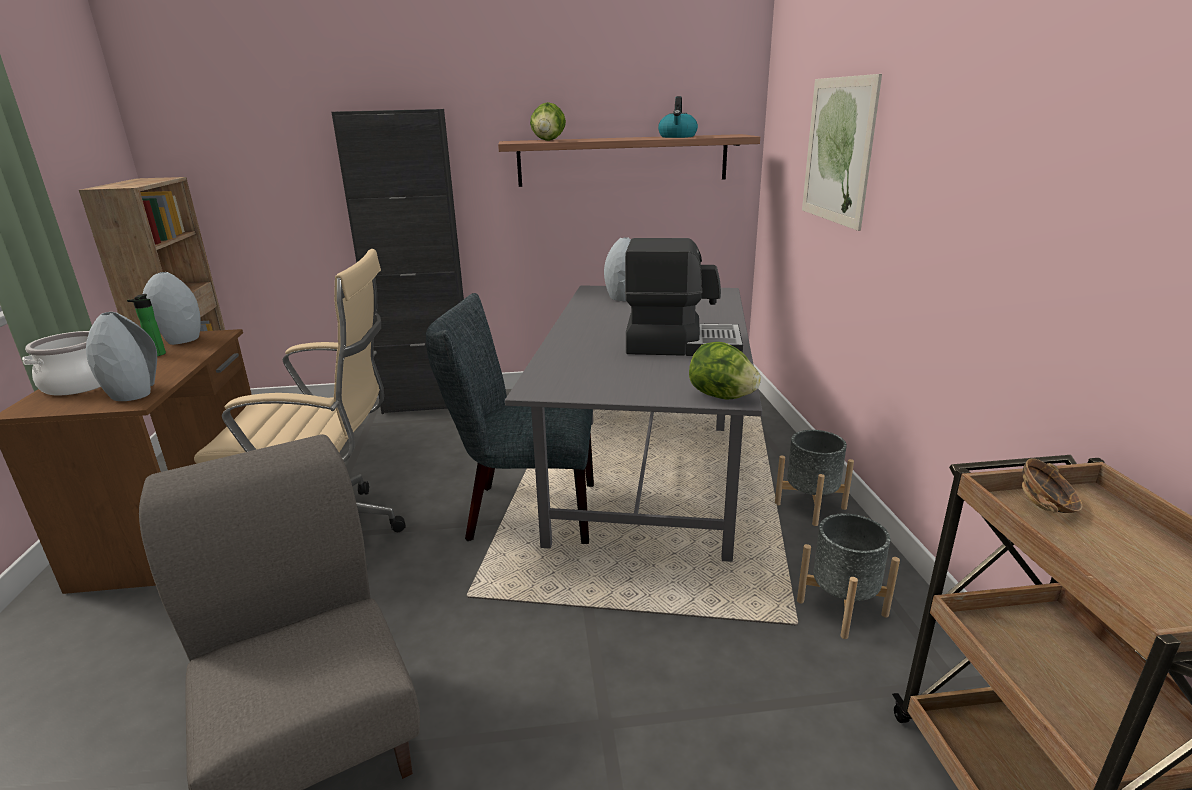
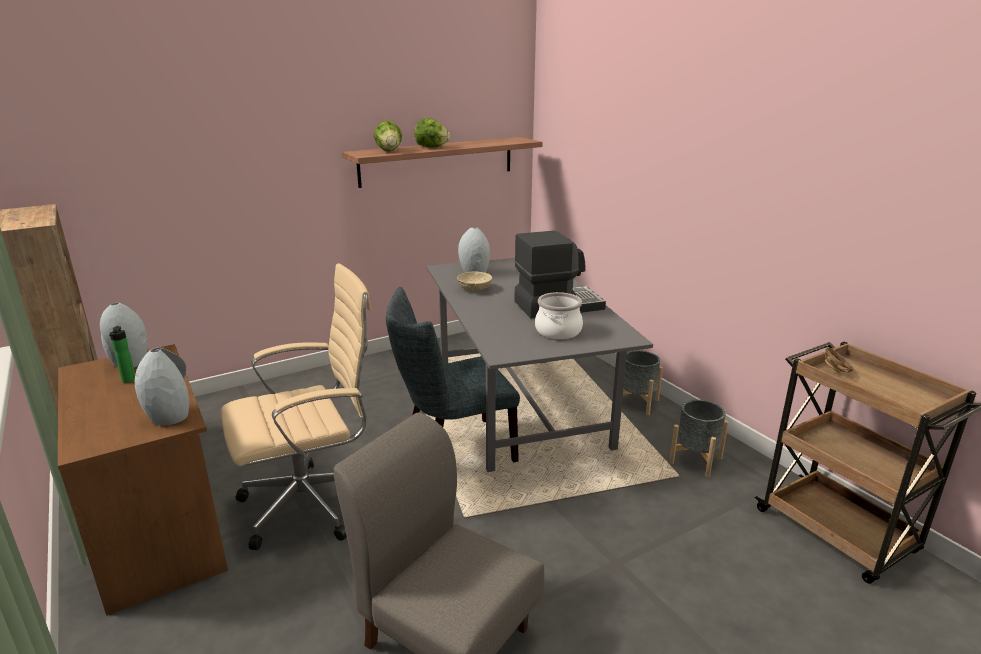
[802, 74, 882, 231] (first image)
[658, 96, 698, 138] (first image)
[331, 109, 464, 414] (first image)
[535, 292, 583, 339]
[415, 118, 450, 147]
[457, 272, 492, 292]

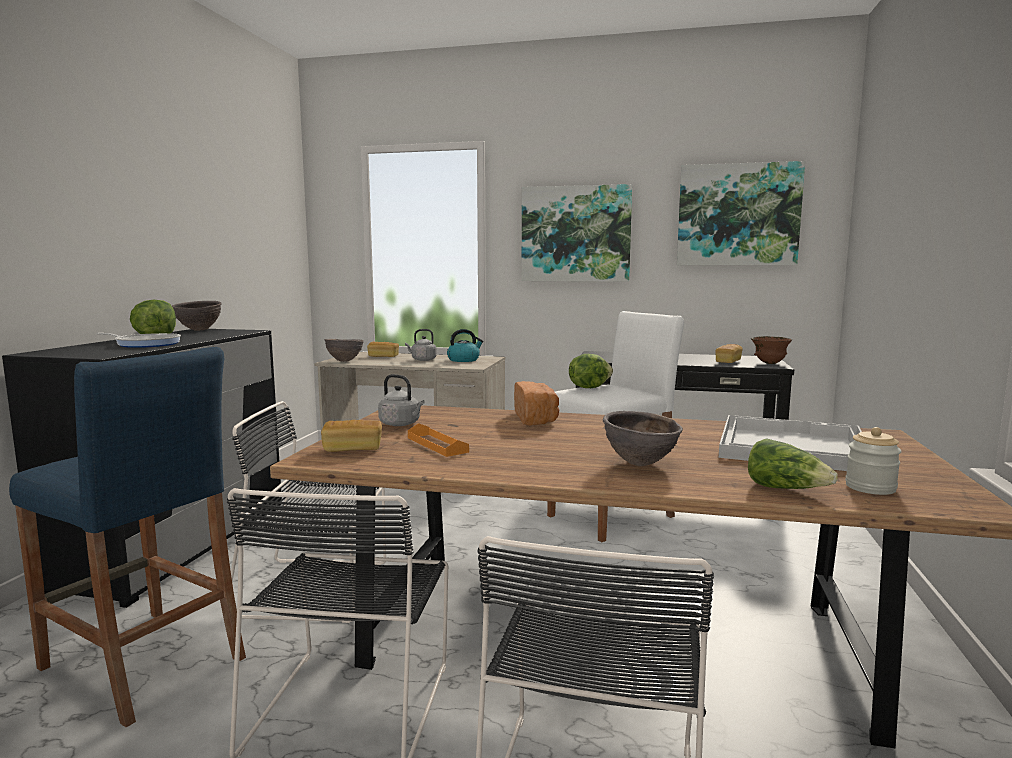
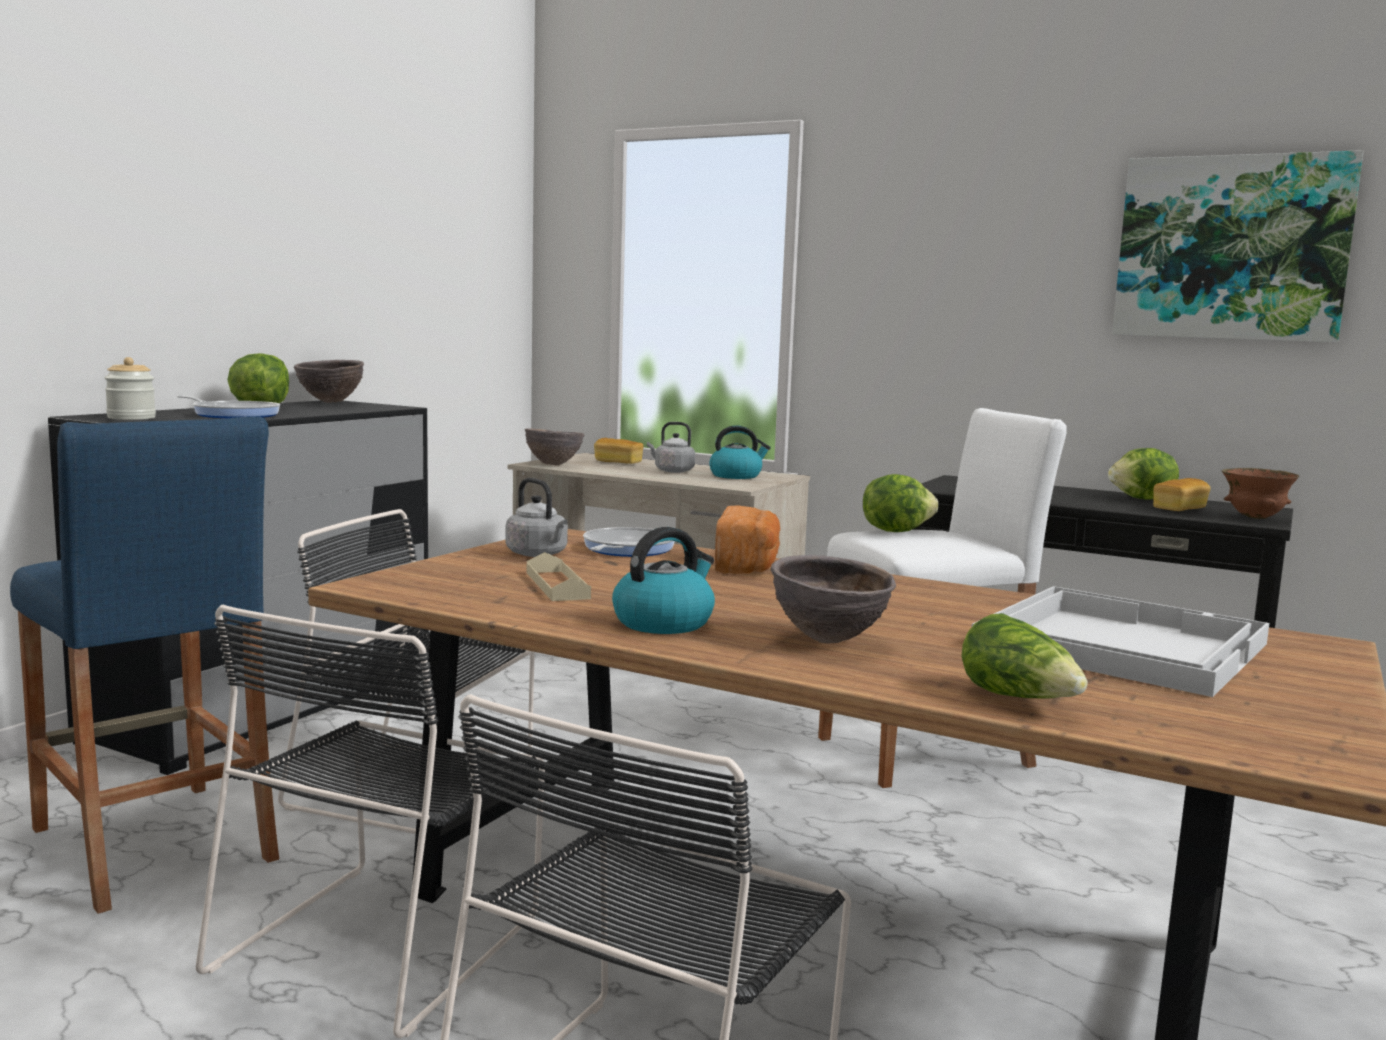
[521, 184, 632, 282] (first image)
[321, 420, 382, 452] (first image)
[527, 552, 591, 601]
[104, 357, 156, 420]
[1108, 448, 1179, 500]
[583, 527, 674, 557]
[612, 527, 715, 634]

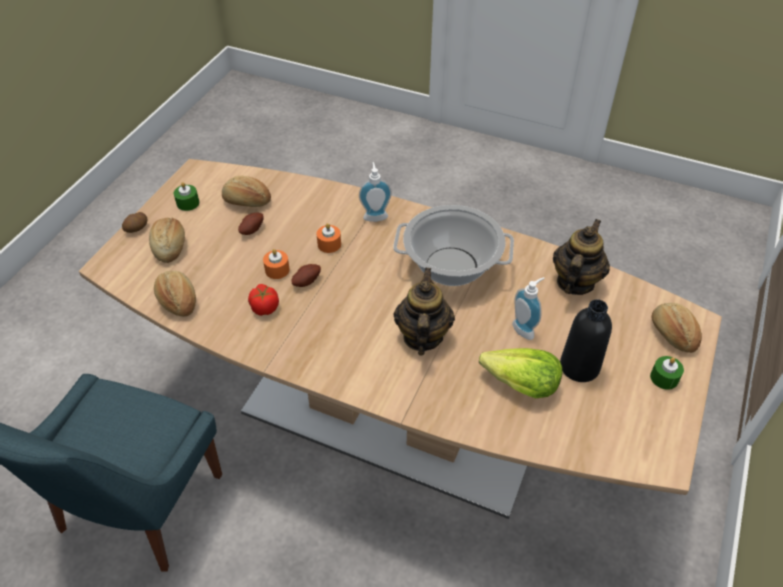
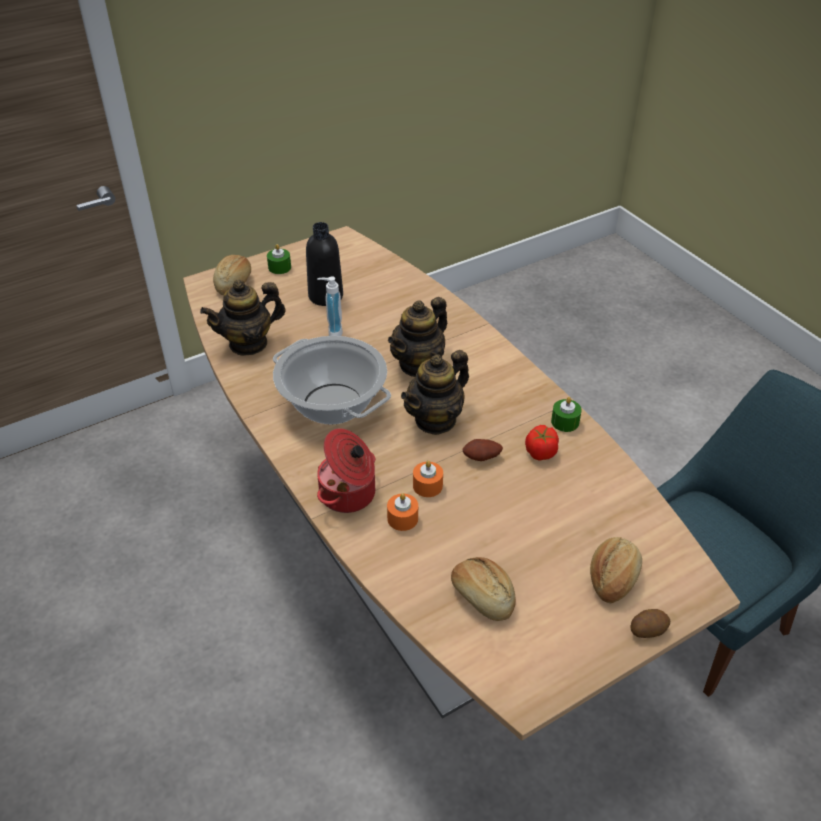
[317, 428, 375, 513]
[551, 397, 582, 432]
[238, 213, 264, 235] (first image)
[387, 493, 418, 531]
[154, 271, 196, 316] (first image)
[479, 348, 563, 398] (first image)
[401, 350, 469, 435]

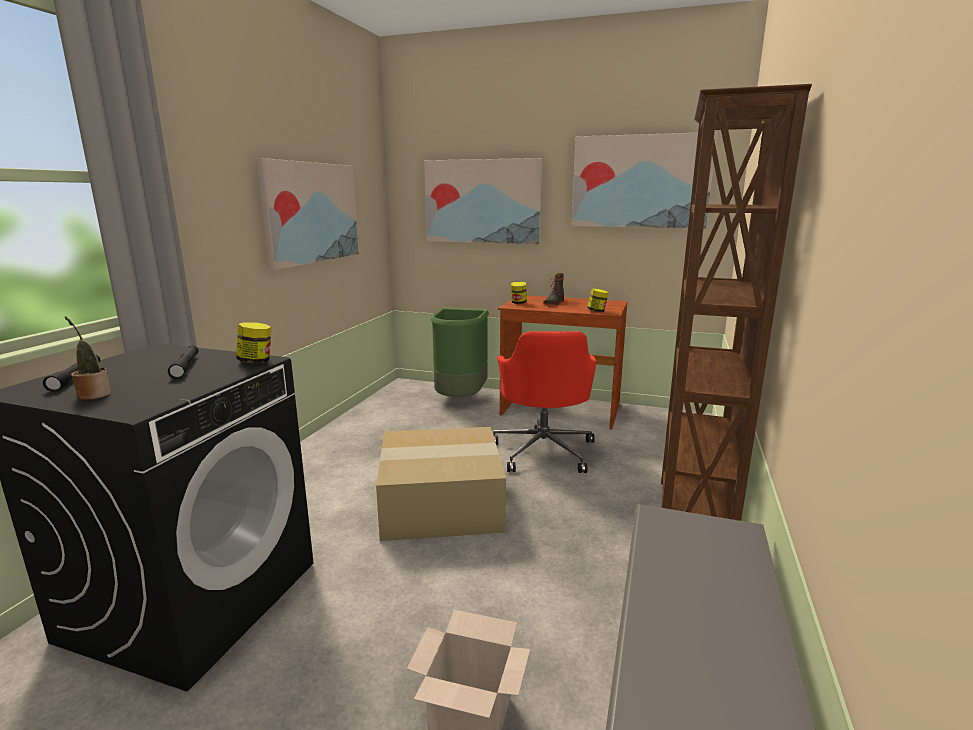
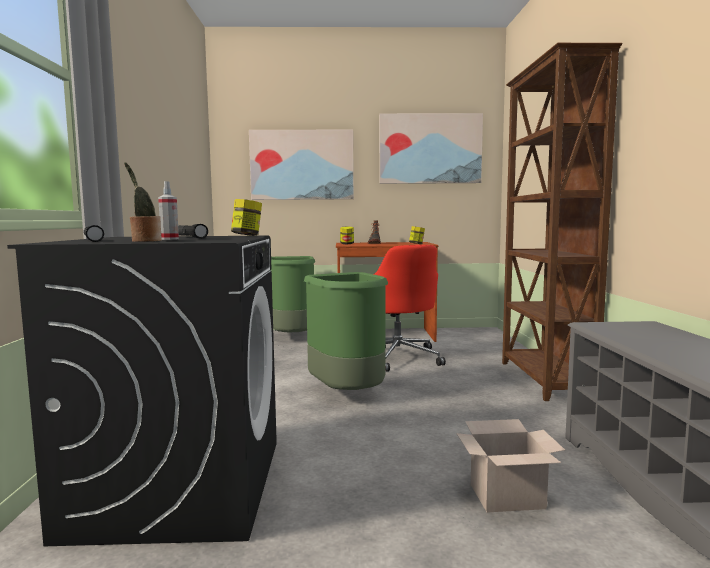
[256, 158, 359, 270] (first image)
[304, 272, 388, 390]
[158, 181, 179, 240]

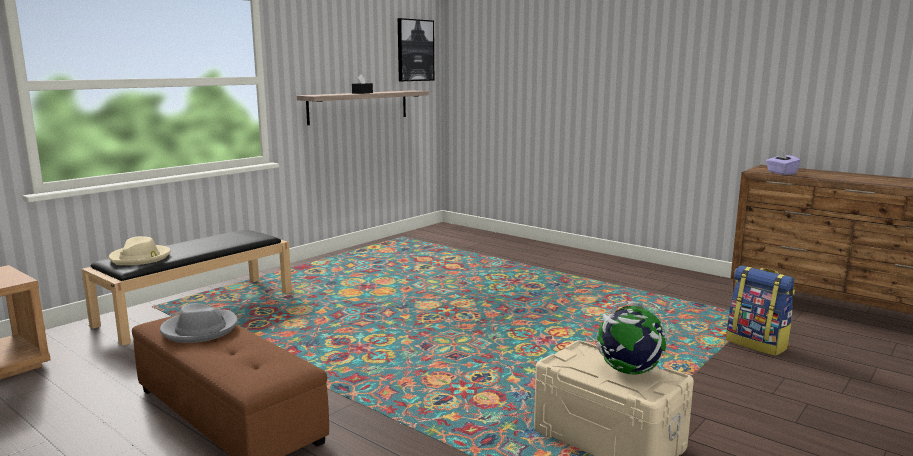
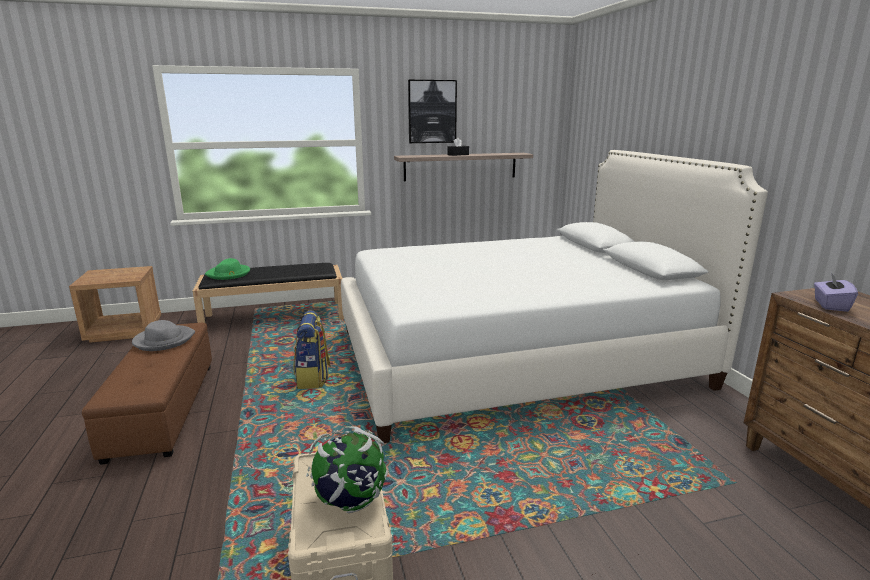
[408, 80, 457, 143]
[205, 258, 250, 280]
[293, 311, 331, 389]
[341, 150, 768, 443]

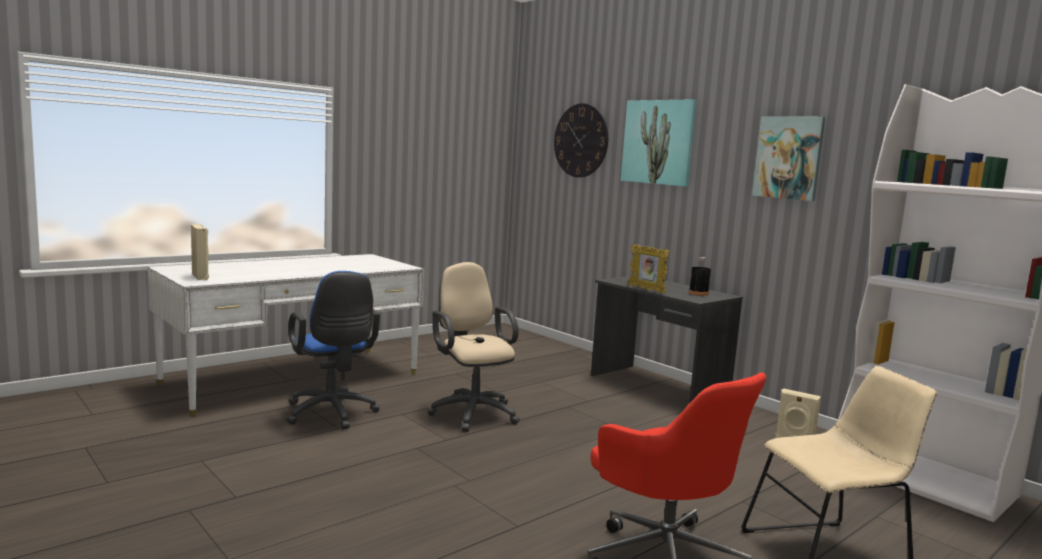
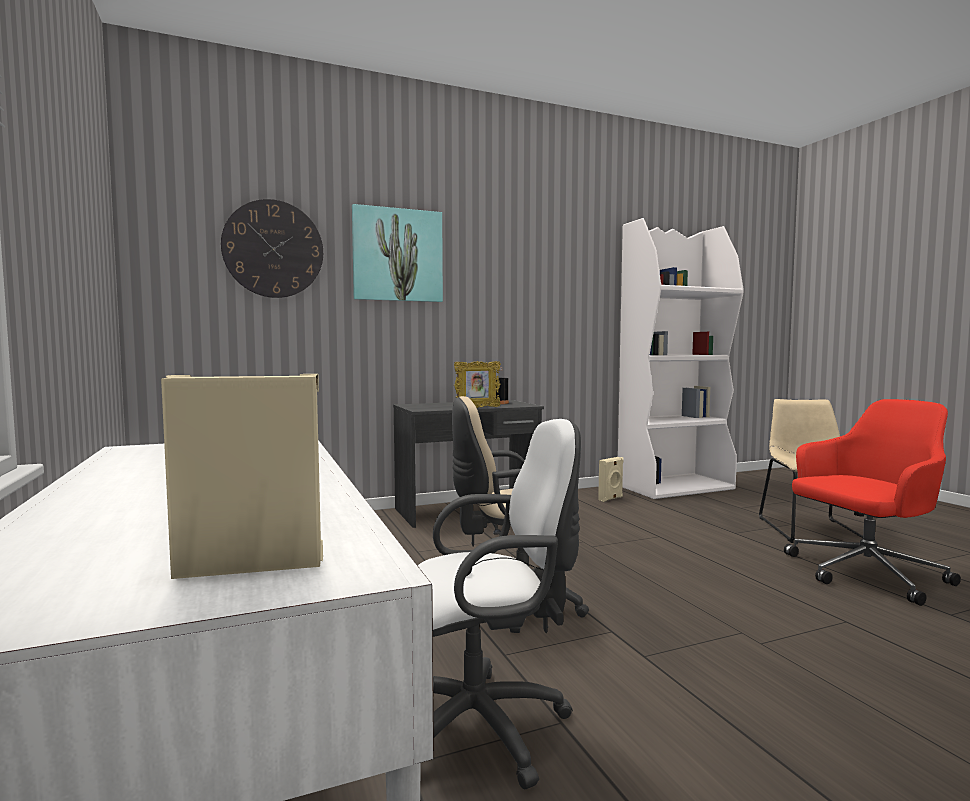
[752, 116, 826, 201] (first image)
[418, 419, 581, 790]

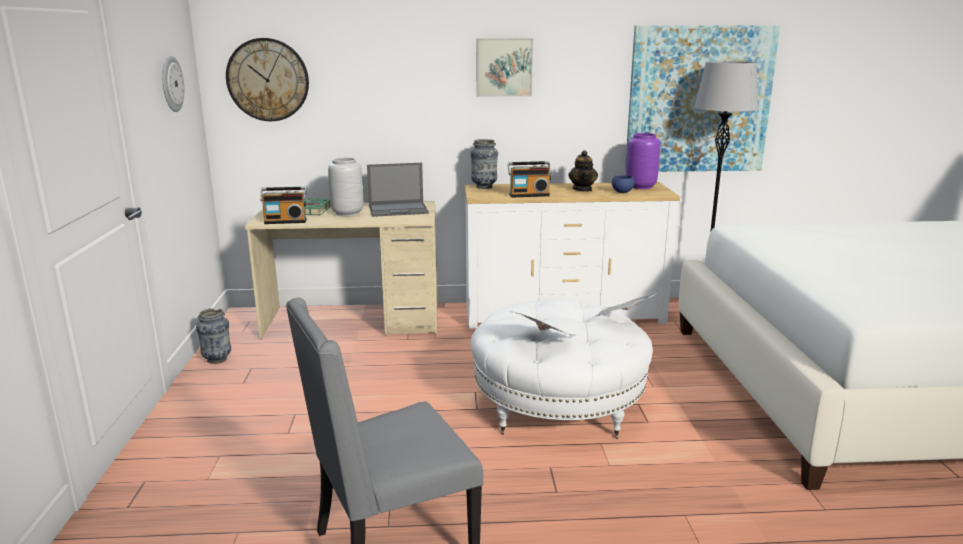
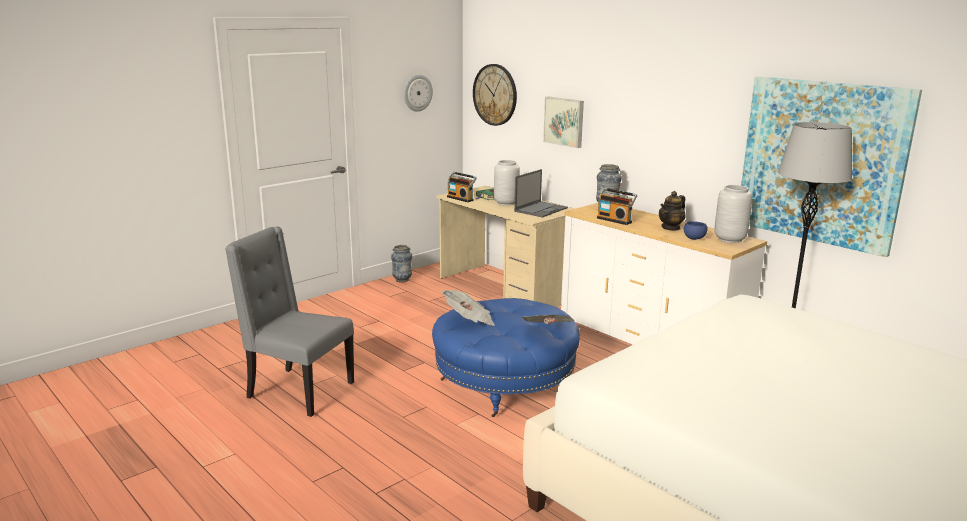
[543, 97, 584, 148]
[714, 185, 752, 243]
[514, 169, 568, 218]
[432, 298, 580, 417]

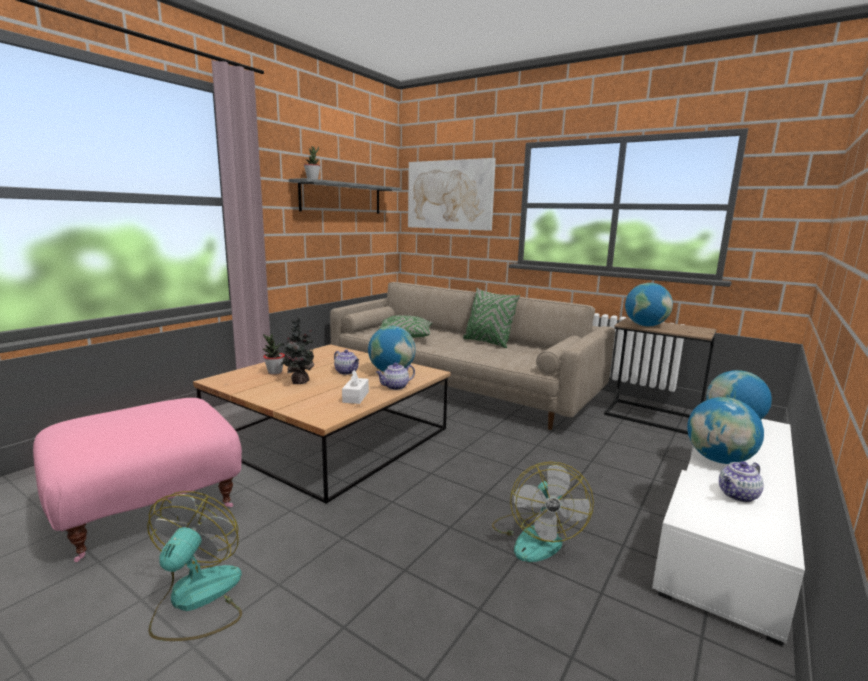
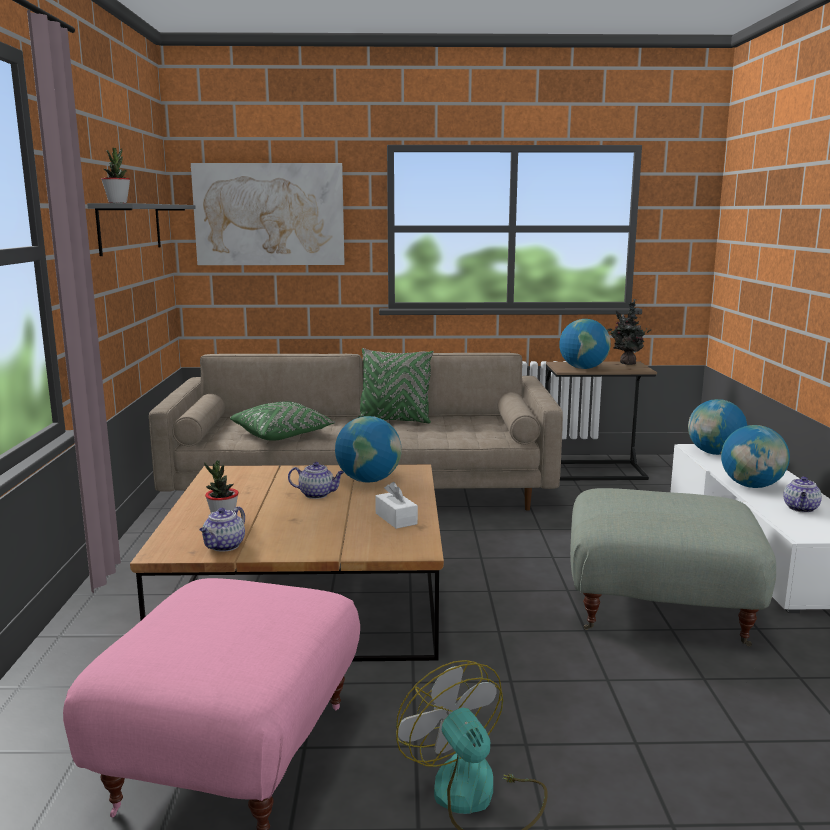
[607, 299, 652, 365]
[199, 506, 245, 552]
[570, 488, 776, 646]

